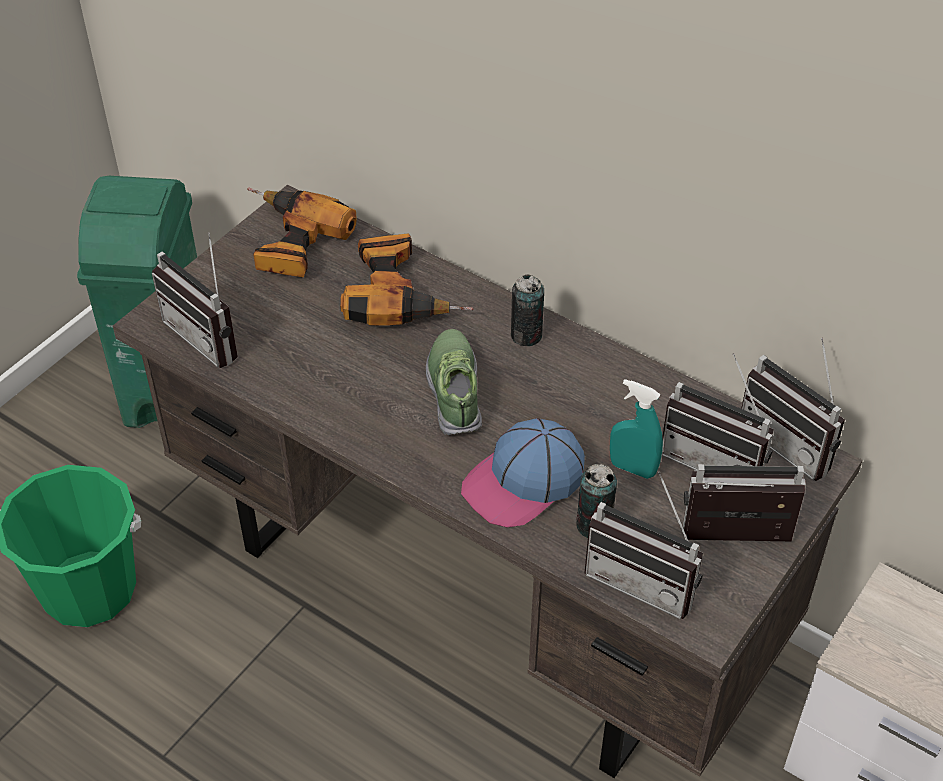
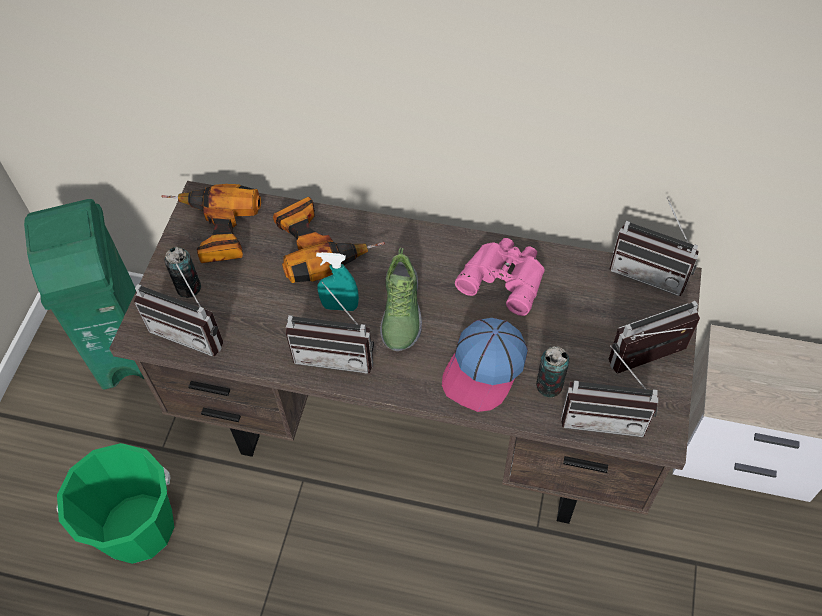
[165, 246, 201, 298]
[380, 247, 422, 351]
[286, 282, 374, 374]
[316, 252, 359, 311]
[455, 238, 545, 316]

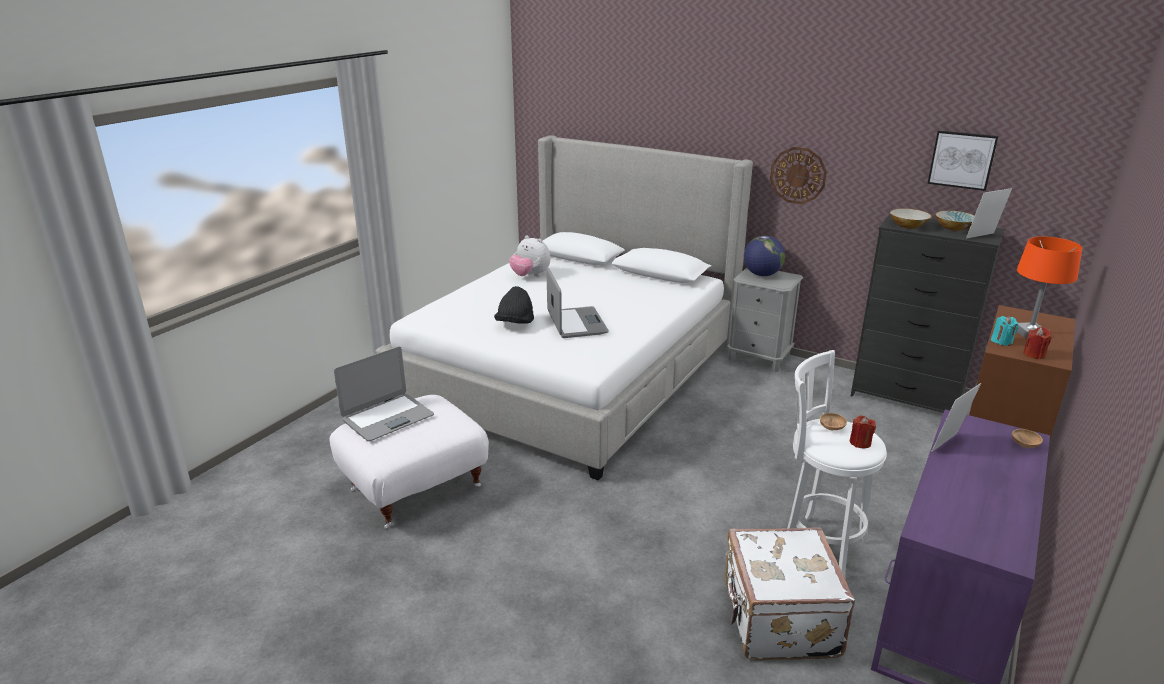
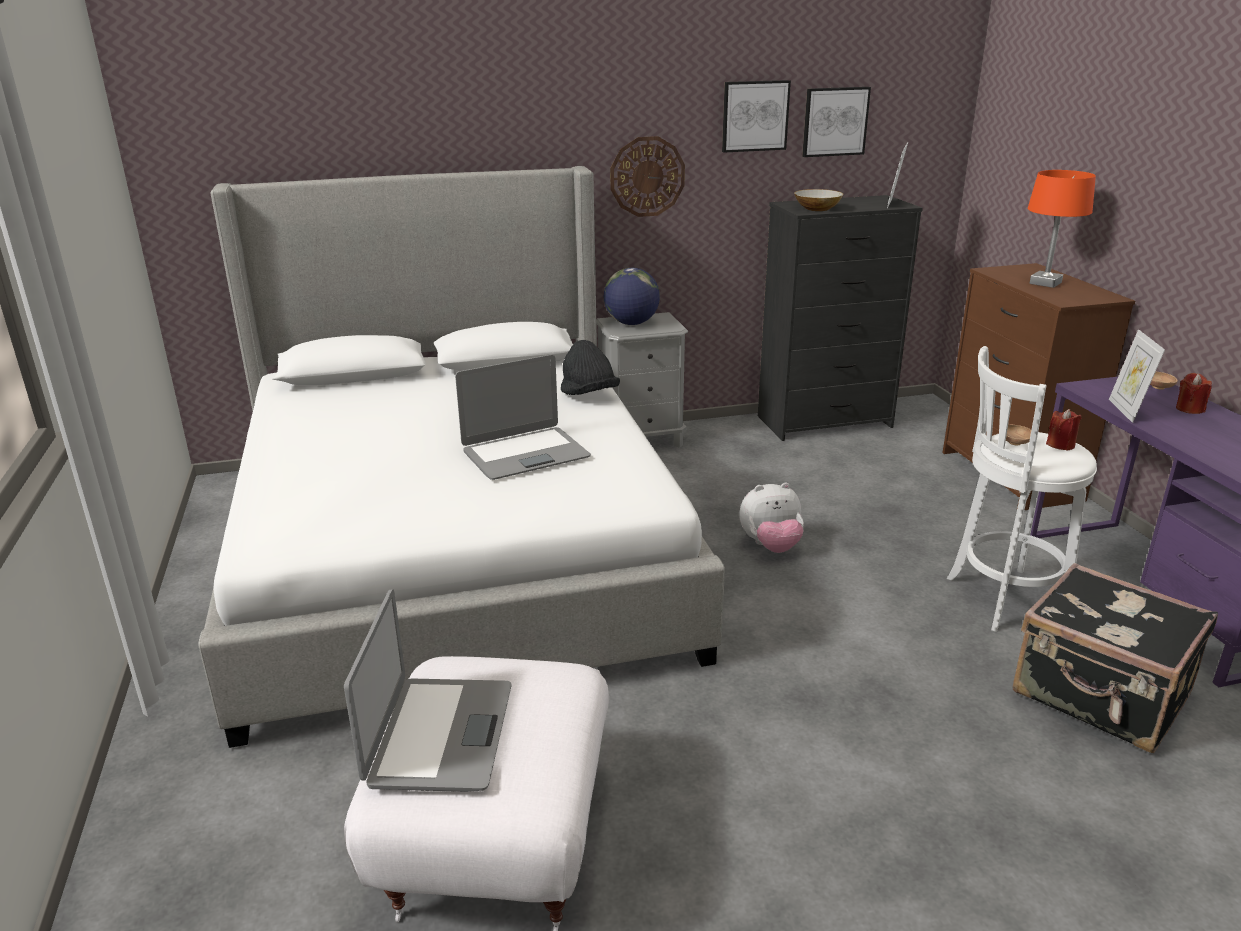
[935, 211, 975, 231] (first image)
[739, 483, 804, 553]
[455, 355, 591, 480]
[561, 340, 620, 395]
[991, 316, 1018, 346] (first image)
[1176, 373, 1212, 414]
[1013, 563, 1218, 753]
[722, 80, 791, 153]

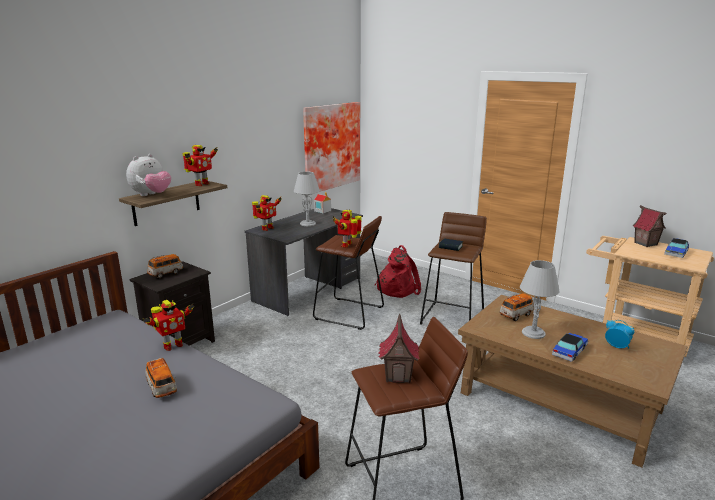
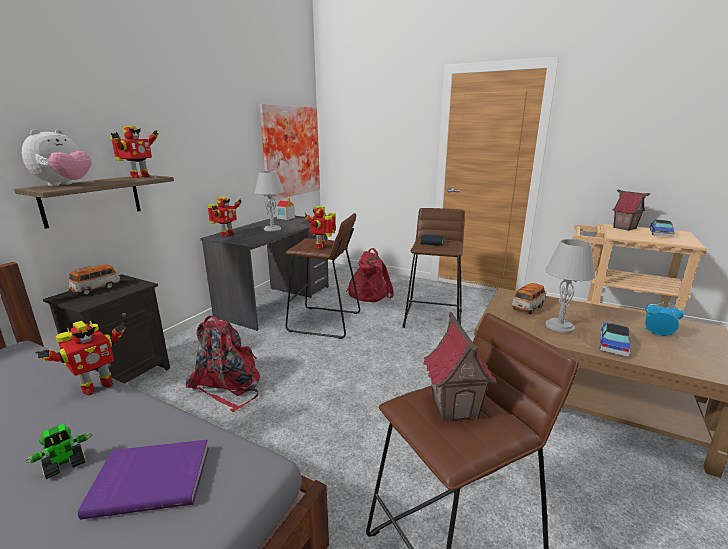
[25, 424, 92, 479]
[186, 316, 260, 412]
[78, 440, 209, 519]

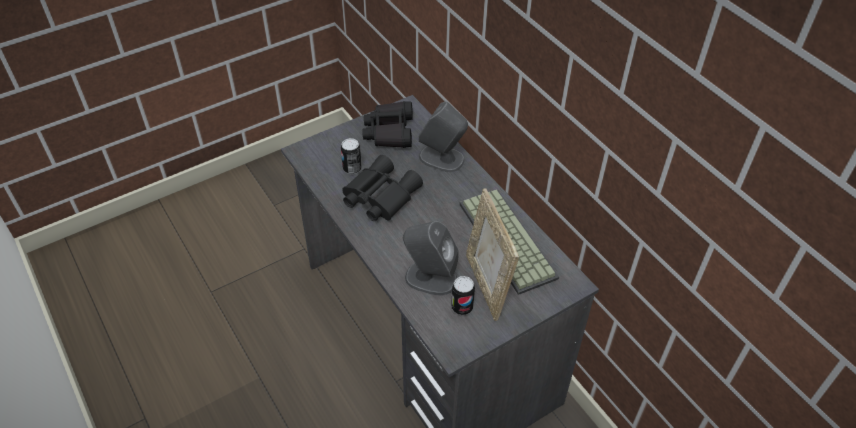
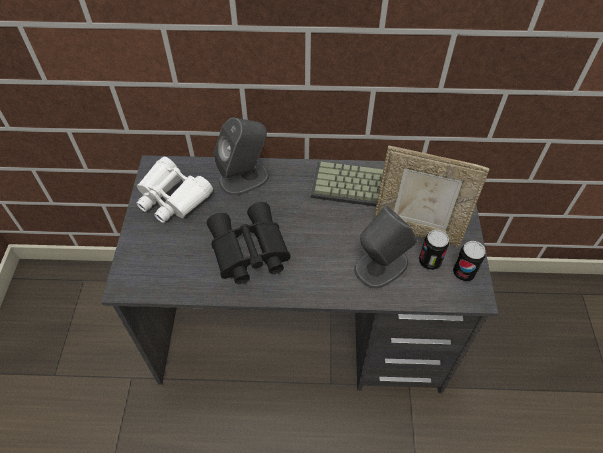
[136, 157, 213, 223]
[453, 241, 486, 282]

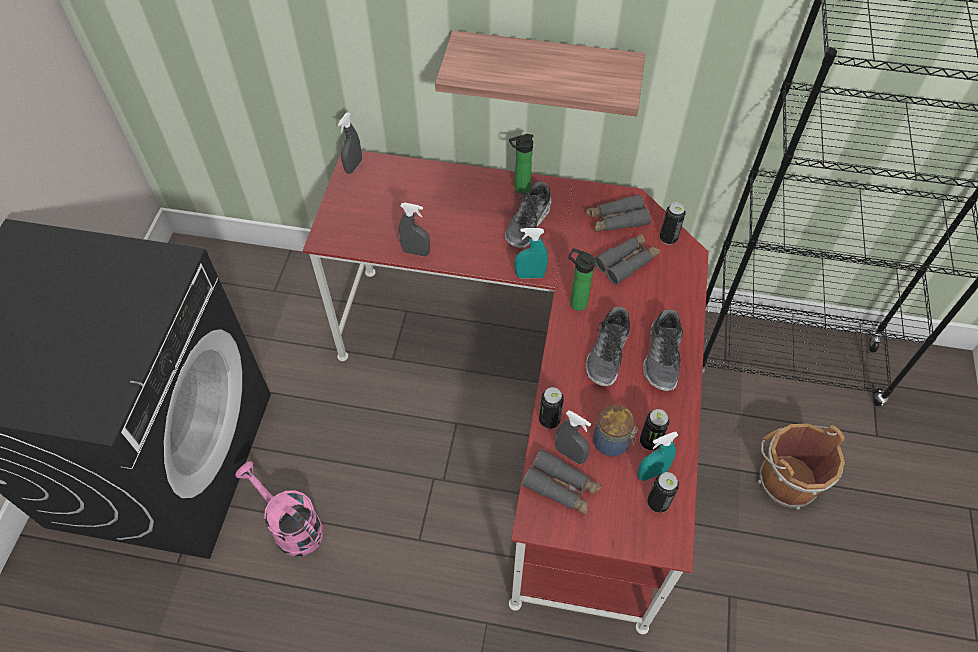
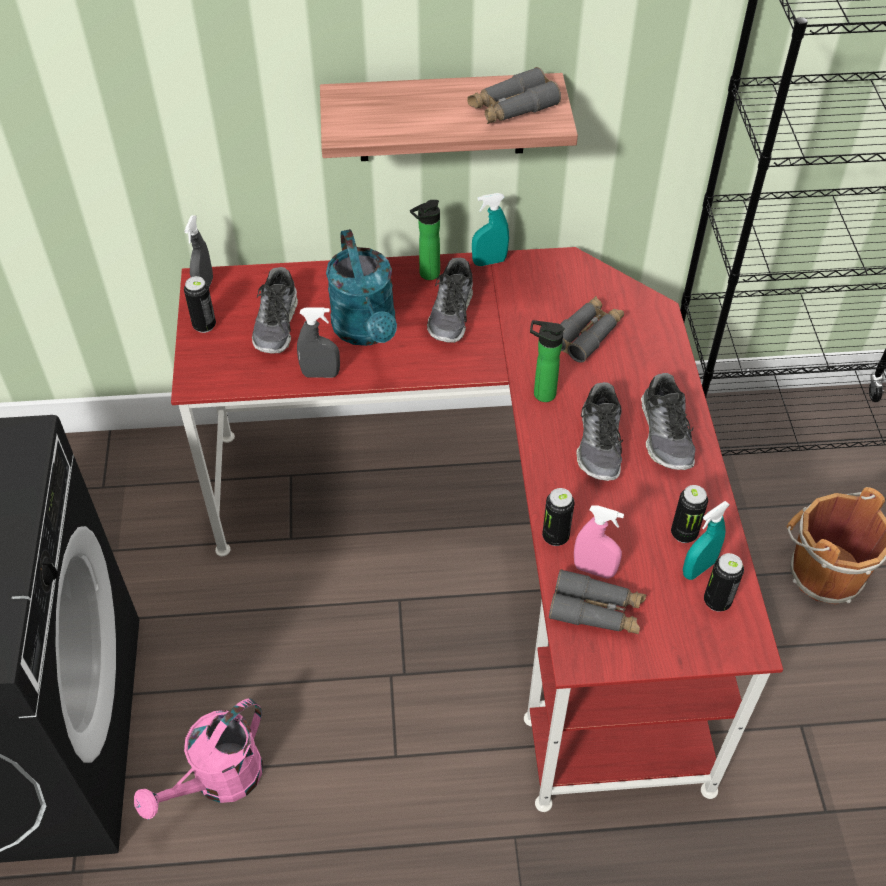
[467, 67, 561, 124]
[184, 276, 216, 333]
[472, 193, 509, 266]
[593, 405, 638, 457] (first image)
[574, 505, 624, 579]
[134, 698, 263, 819]
[326, 229, 397, 346]
[252, 267, 298, 354]

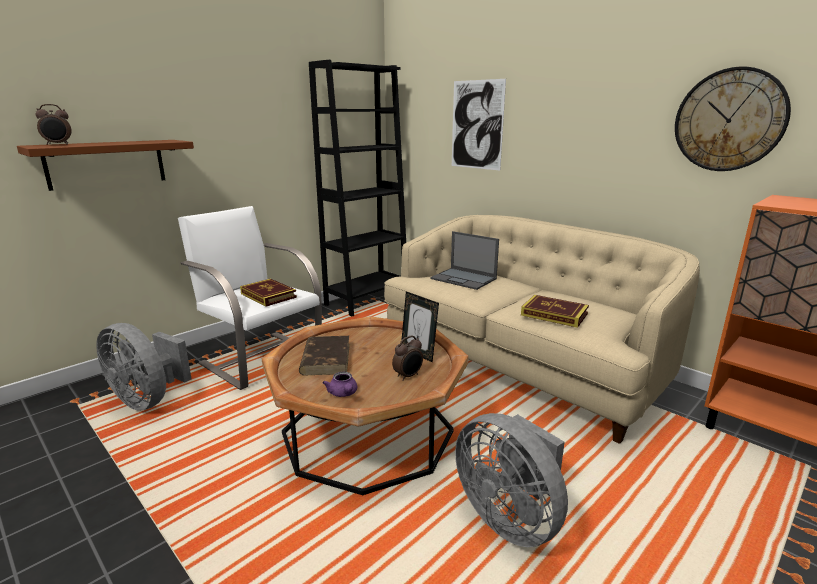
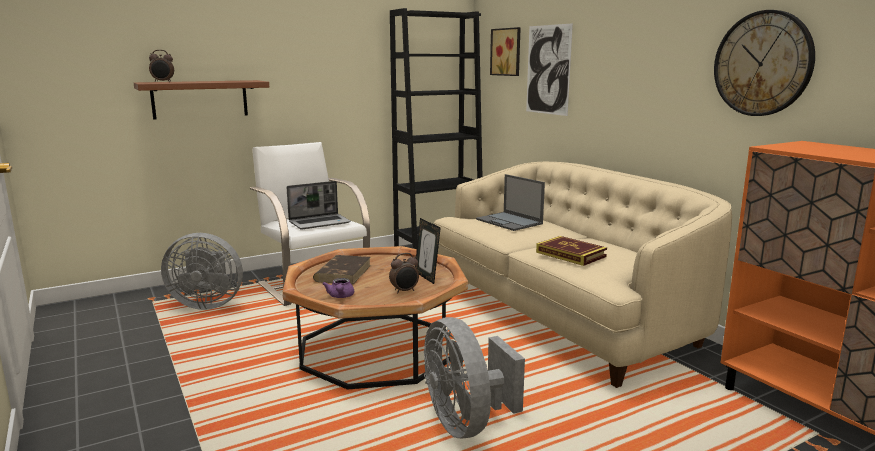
[287, 181, 351, 229]
[161, 233, 243, 310]
[490, 27, 521, 76]

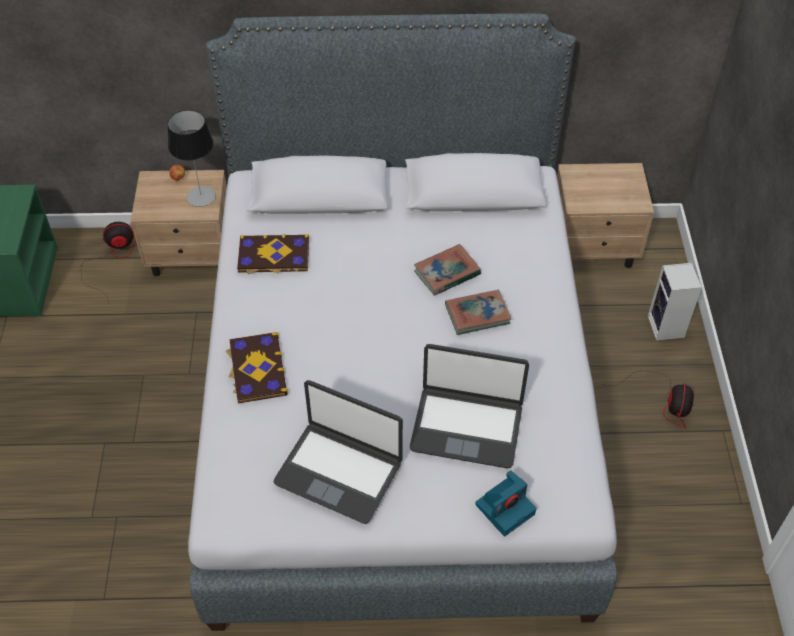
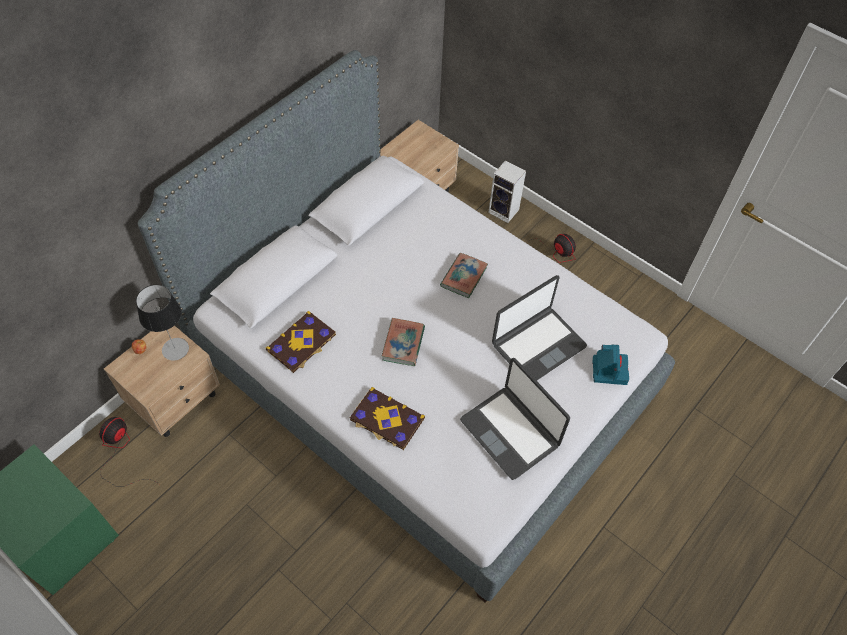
[382, 318, 425, 366]
[460, 358, 570, 480]

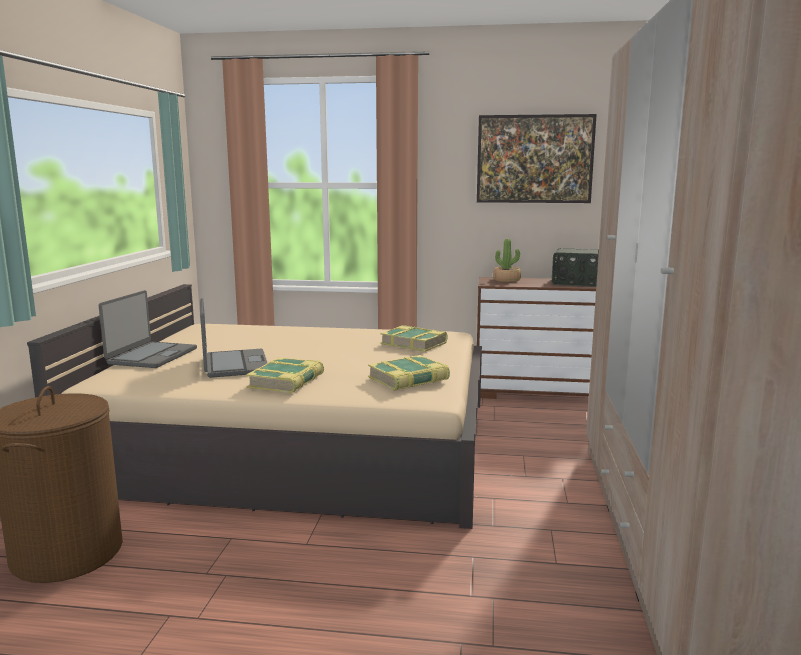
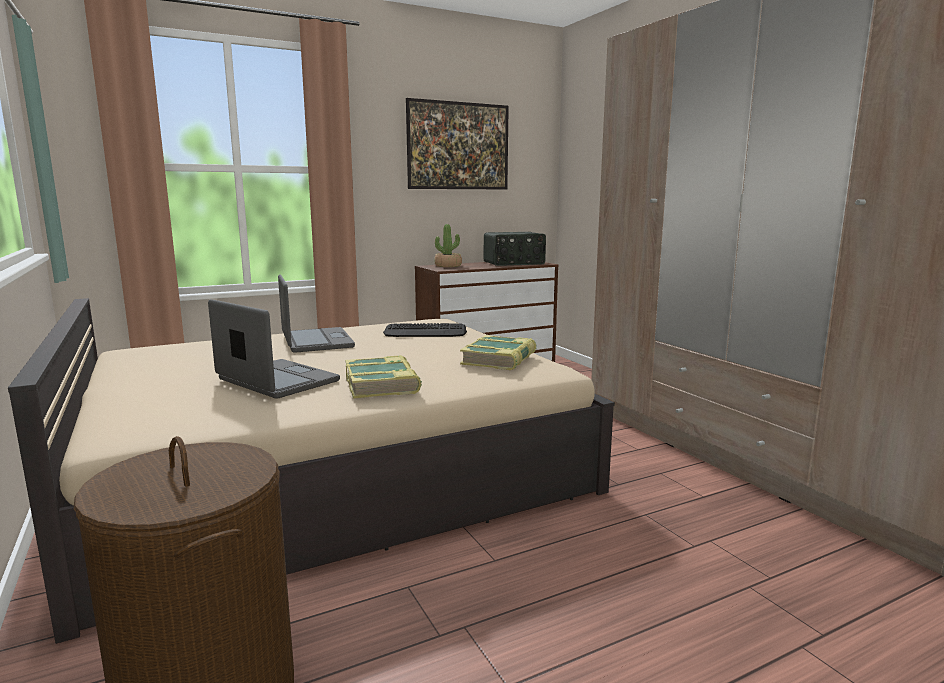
[278, 274, 355, 353]
[383, 323, 467, 337]

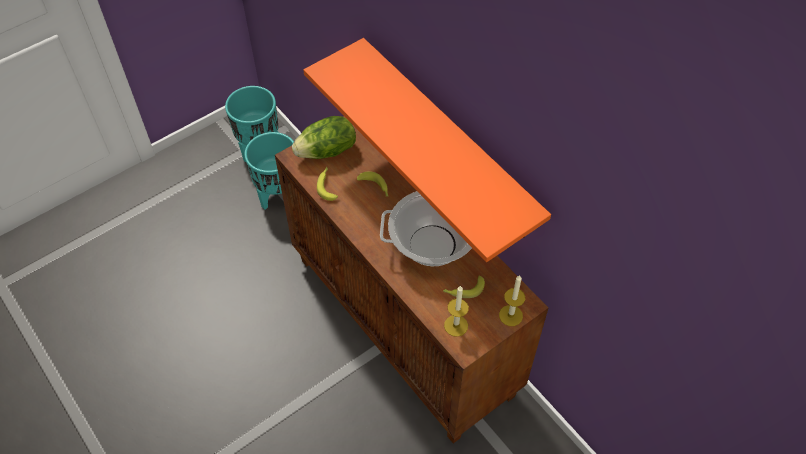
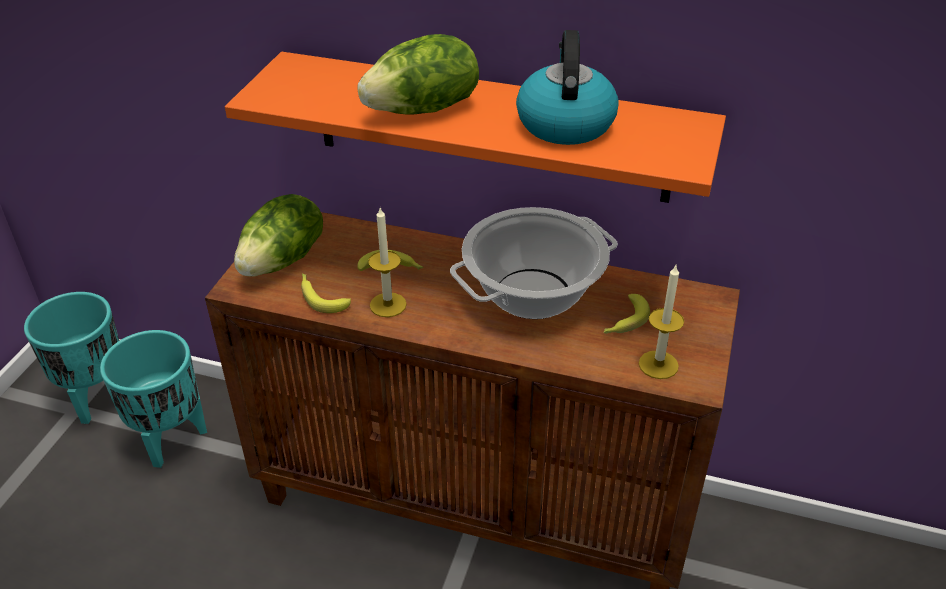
[368, 208, 407, 317]
[516, 30, 619, 145]
[357, 34, 479, 114]

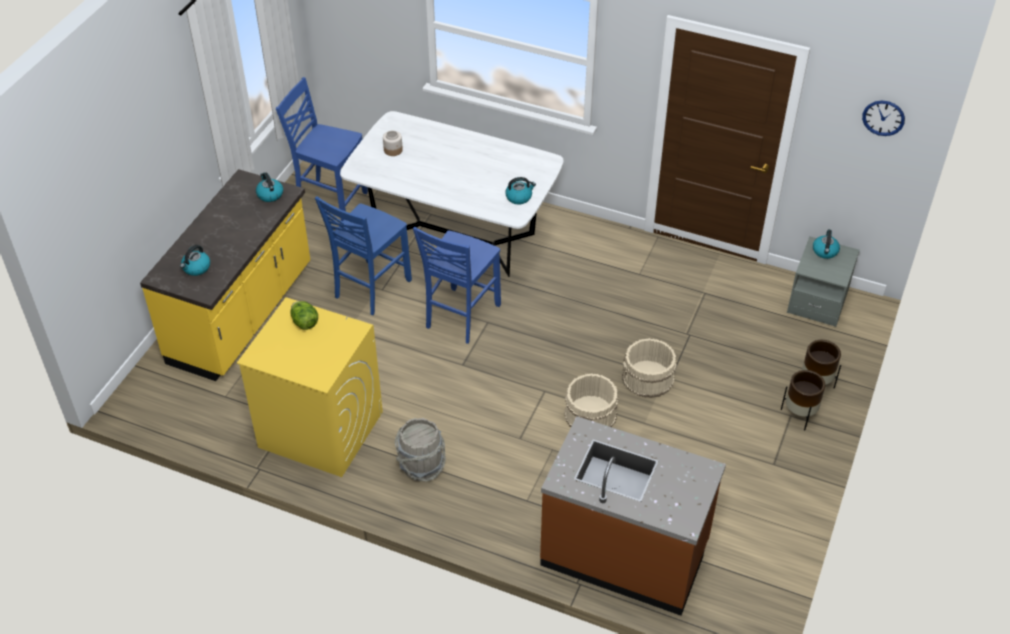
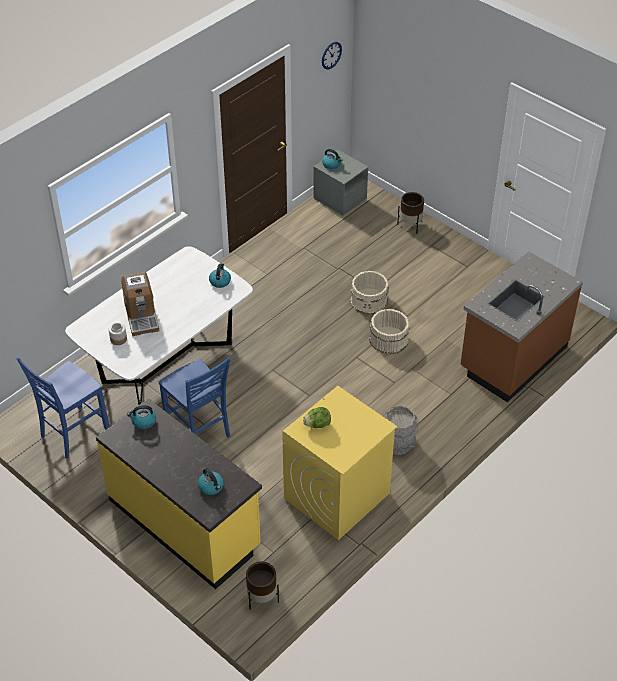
[413, 227, 501, 344] (first image)
[246, 562, 279, 610]
[121, 272, 159, 336]

